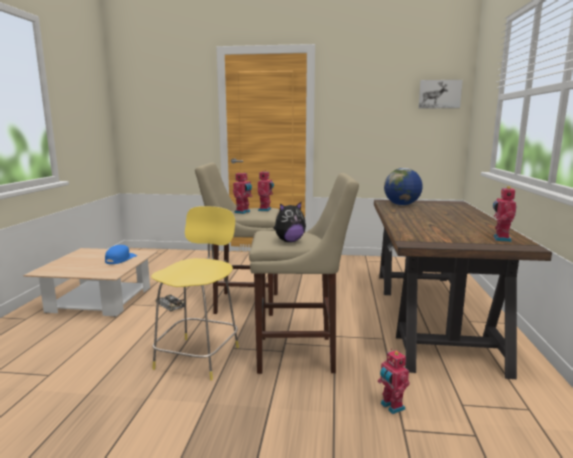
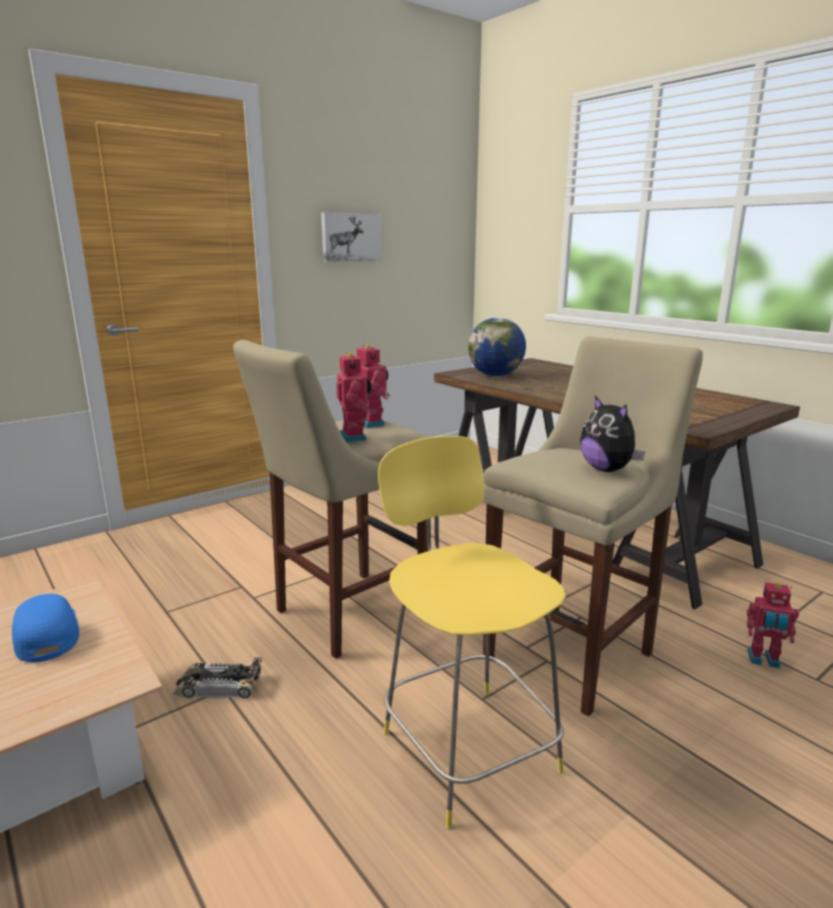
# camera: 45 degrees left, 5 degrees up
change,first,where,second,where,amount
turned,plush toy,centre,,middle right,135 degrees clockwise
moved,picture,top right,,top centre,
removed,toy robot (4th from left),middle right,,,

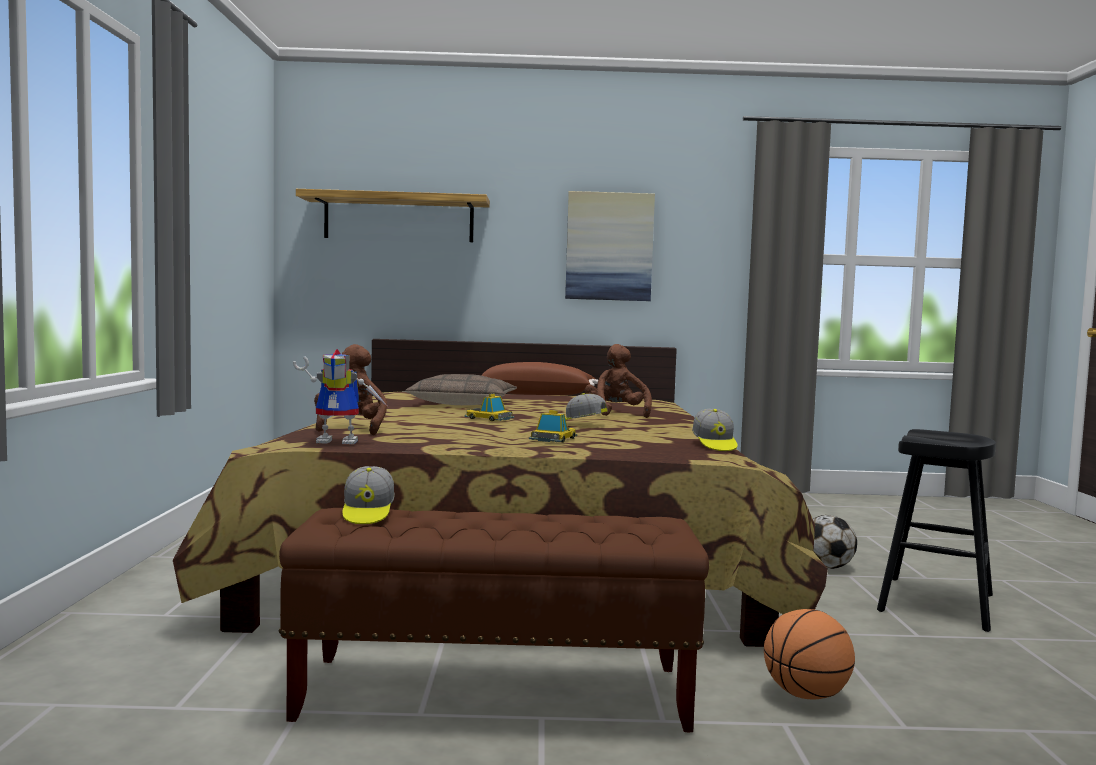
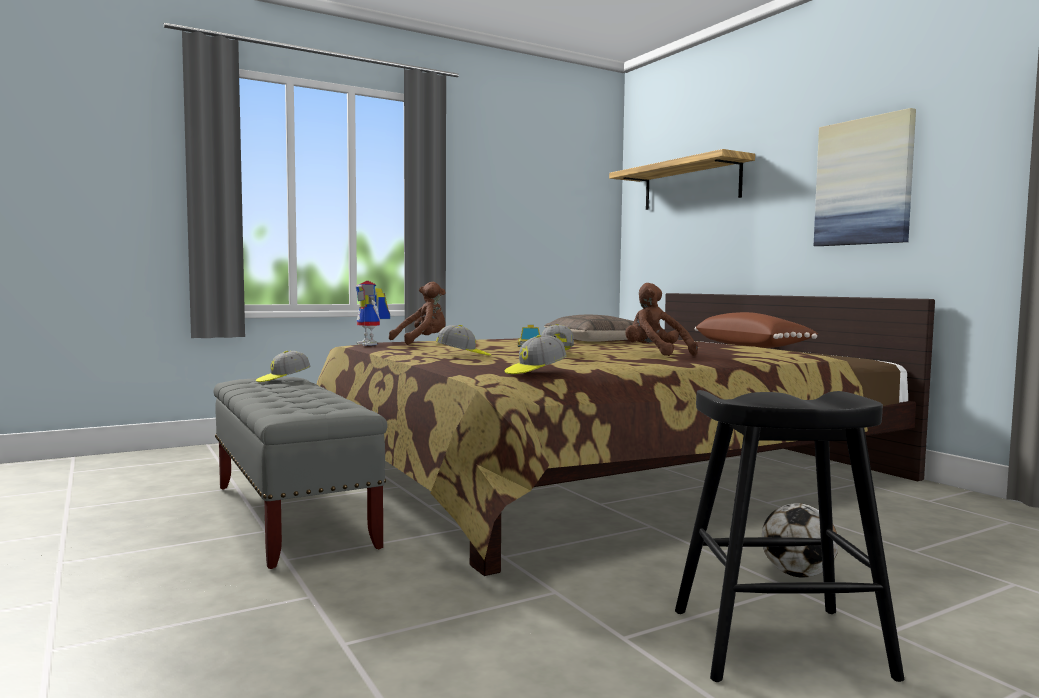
# camera: 60 degrees right, 0 degrees up
change,first,where,second,where,amount
recoloured,brown bench,bottom centre,grey bench,bottom left,
replaced,toy car (2nd from left),centre,cap (2nd from left),centre,
turned,brown plush toy (2nd from left),centre,,centre,90 degrees counterclockwise
removed,basketball,bottom right,,,

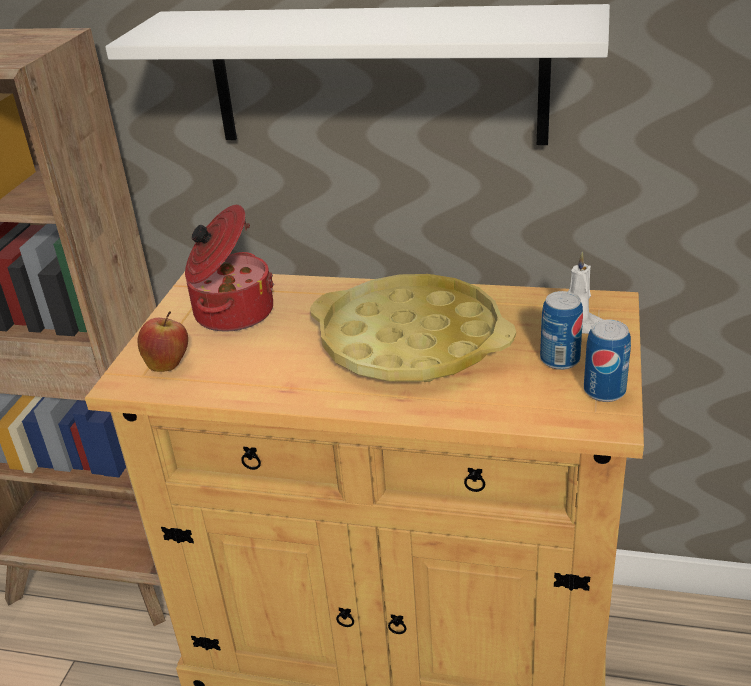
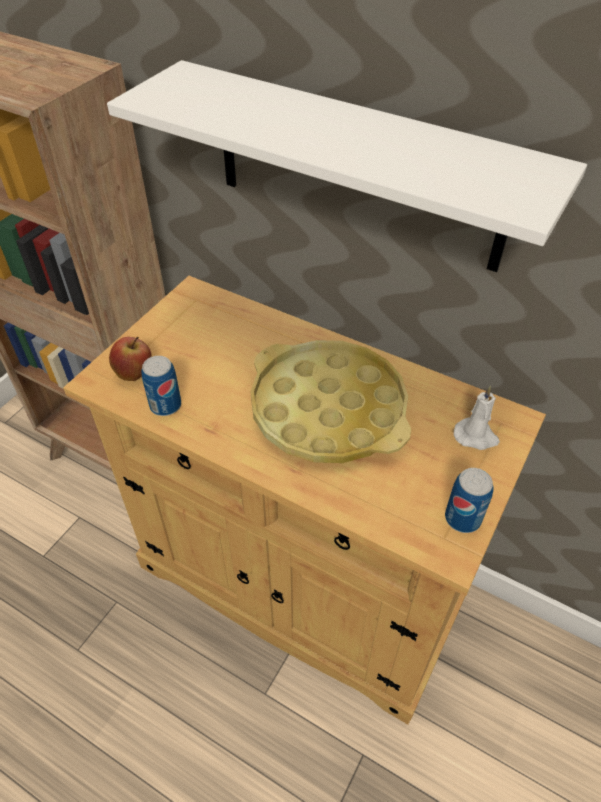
# camera: 15 degrees right, 15 degrees up
change,first,where,second,where,amount
removed,cooking pot,middle left,,,
moved,can (1st from left),middle right,,middle left,

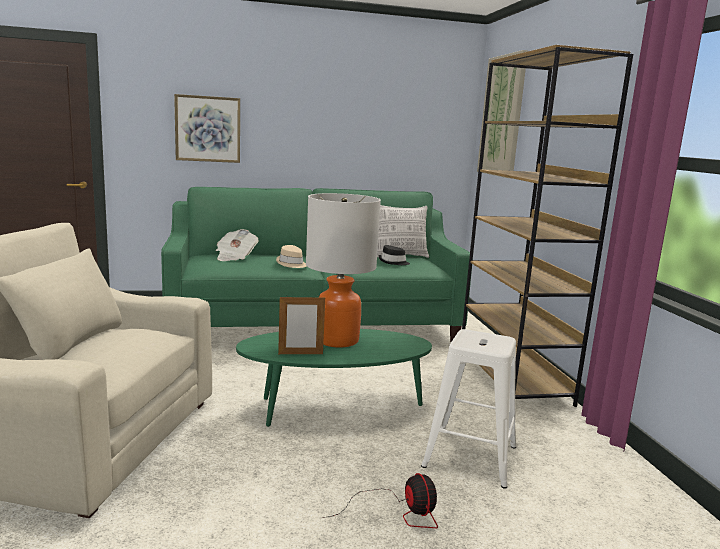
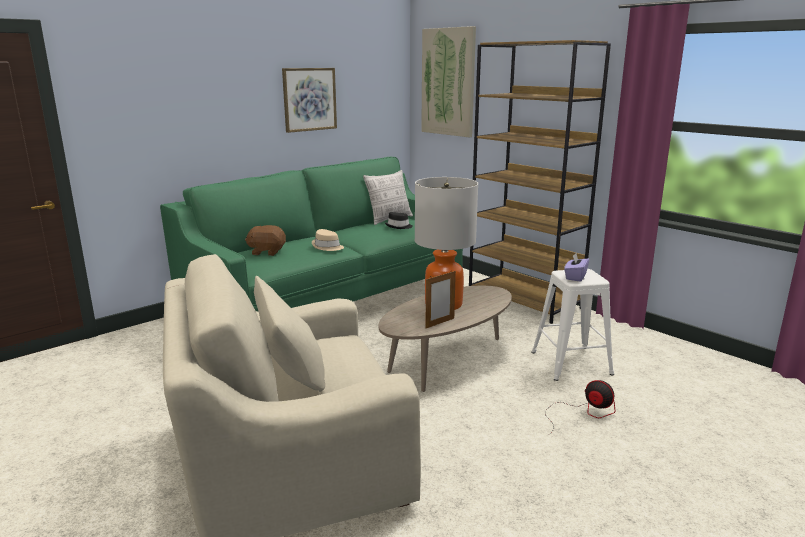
# camera: 30 degrees left, 5 degrees up
change,first,where,second,where,amount
moved,picture (1st from left),top left,,top centre,
replaced,newspaper,middle left,brown plush toy,middle left,
recoloured,green coffee table,bottom centre,beige coffee table,centre,
added,,,purple tissue box,middle right,

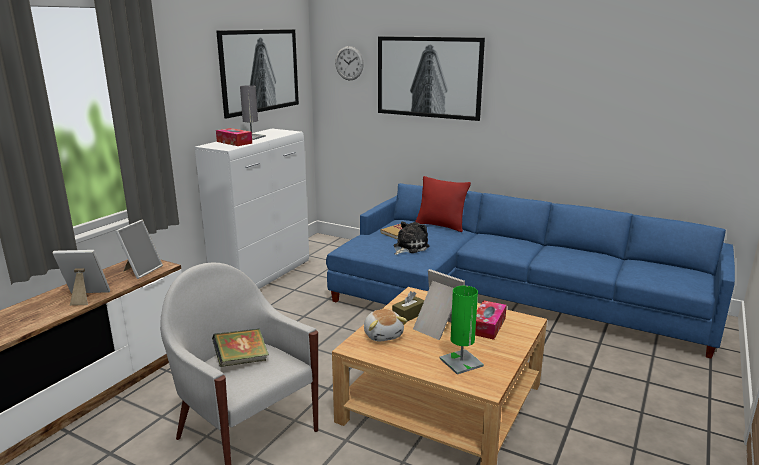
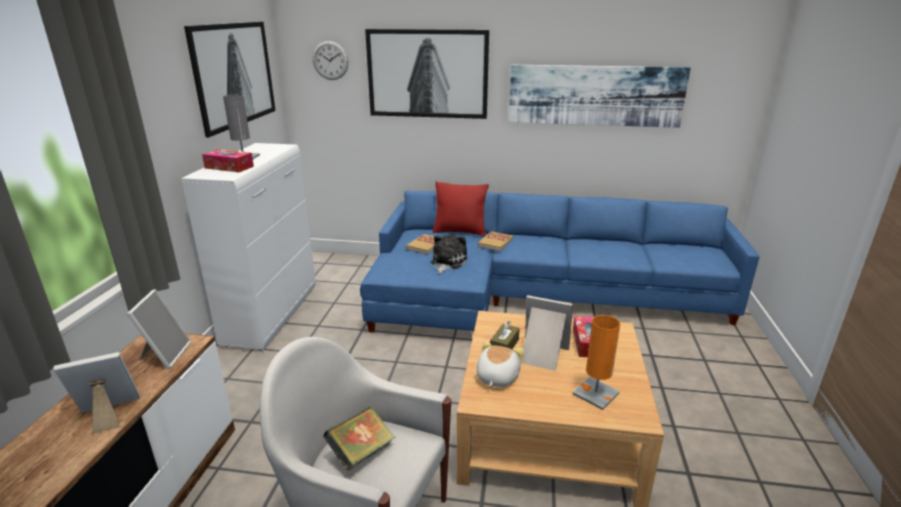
# camera: 20 degrees left, 5 degrees up
change,first,where,second,where,amount
turned,plush toy (1st from left in the first image),bottom centre,plush toy (2nd from left),bottom centre,120 degrees counterclockwise
recoloured,green table lamp,bottom centre,orange table lamp,bottom centre,
added,,,book (3rd from left),centre,
added,,,picture (3rd from left),top centre,

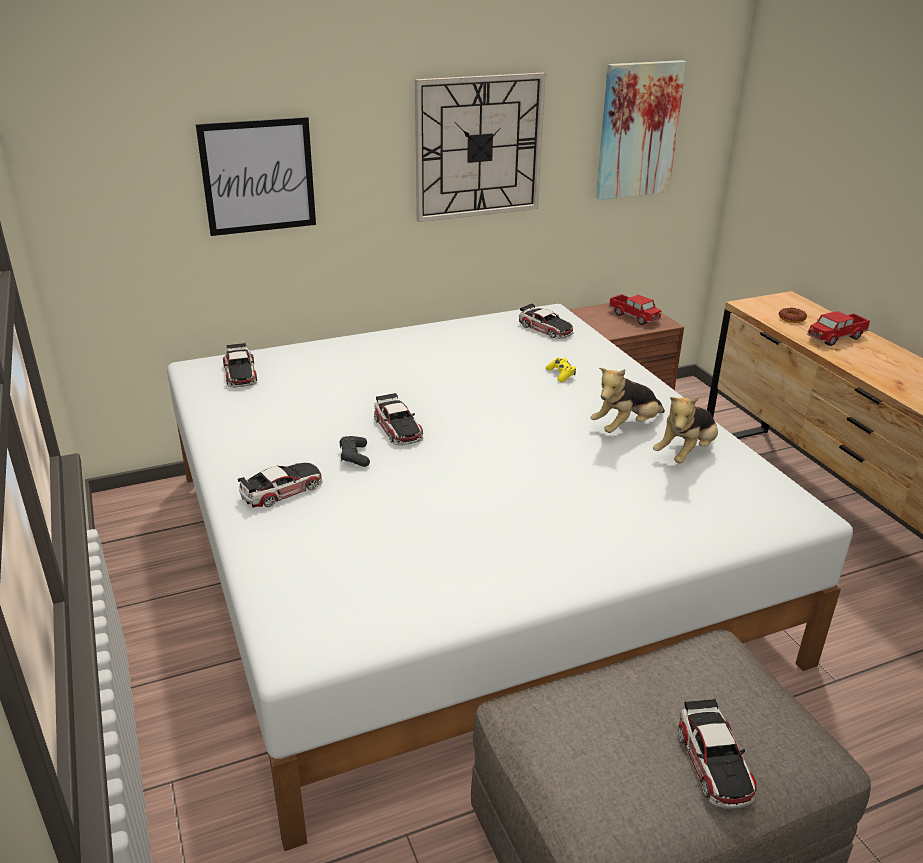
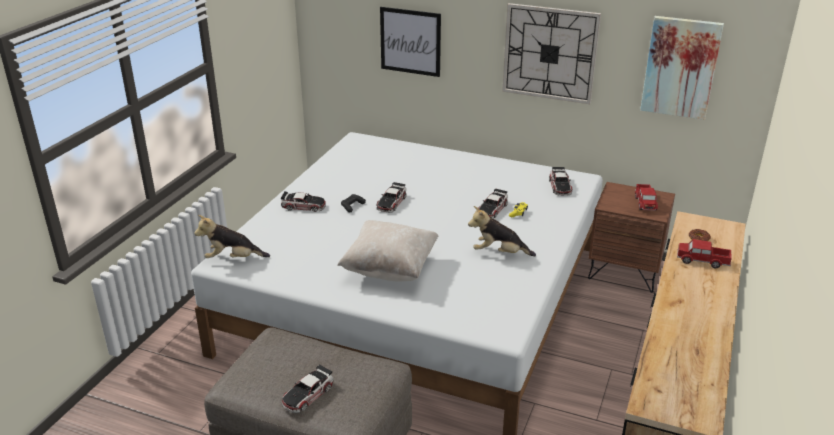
# camera: 45 degrees right, 0 degrees up
change,first,where,second,where,amount
moved,toy car (1st from left in the first image),middle left,toy car (4th from left),centre,
moved,plush toy (2nd from left in the first image),middle right,plush toy (1st from left),middle left,
added,,,beige pillow,centre,

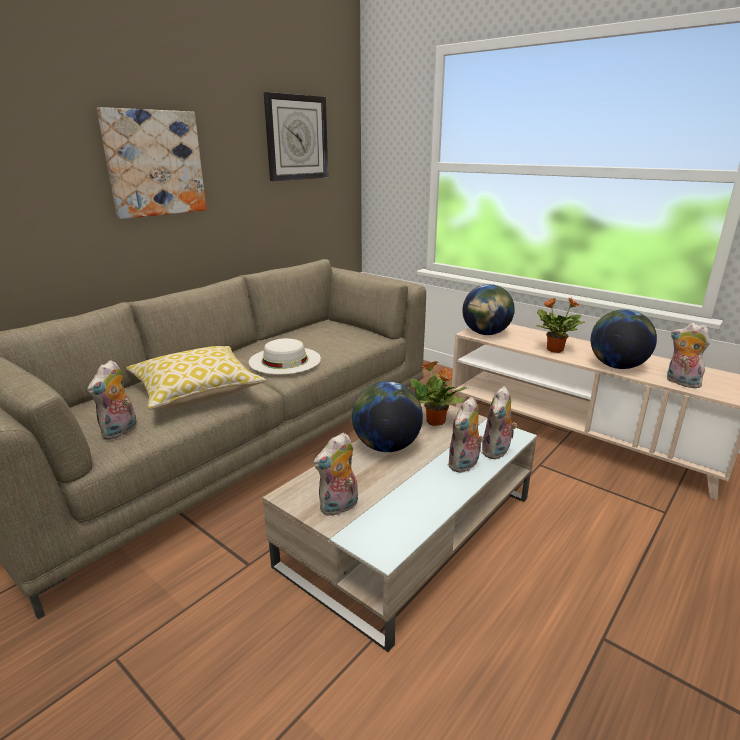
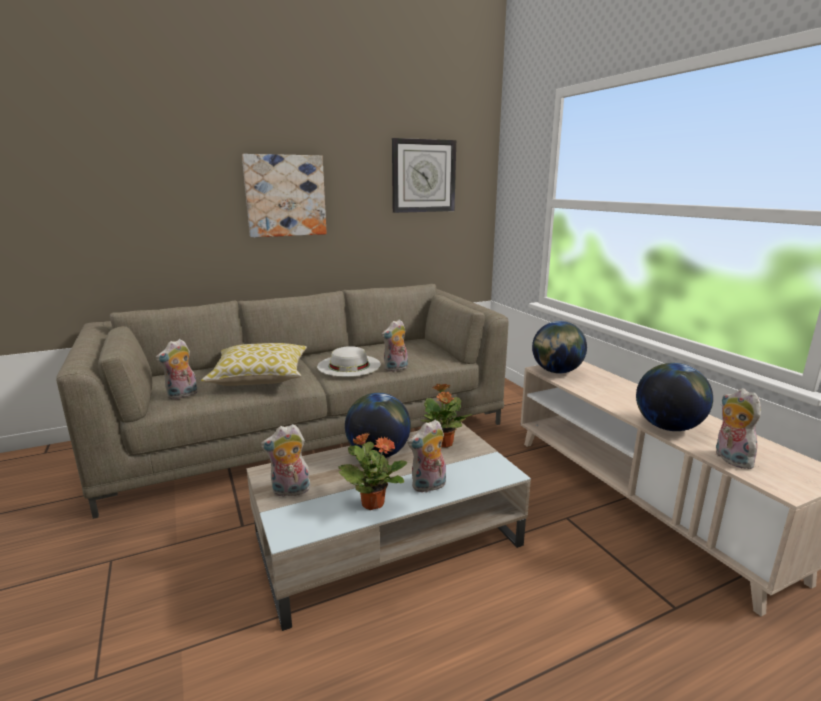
# camera: 25 degrees right, 5 degrees down
change,first,where,second,where,amount
moved,plush toy (4th from left in the first image),middle right,plush toy (3rd from left),centre,
moved,potted plant (2nd from left in the first image),middle right,potted plant (1st from left),bottom centre,

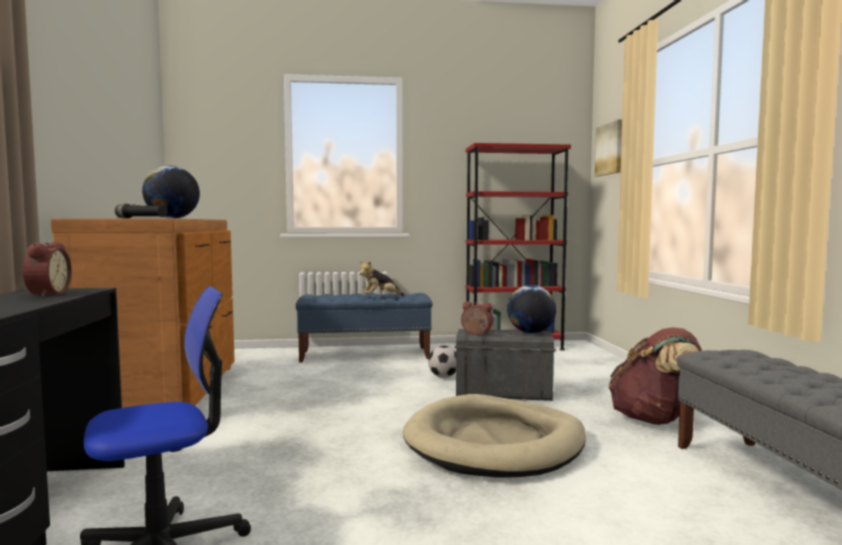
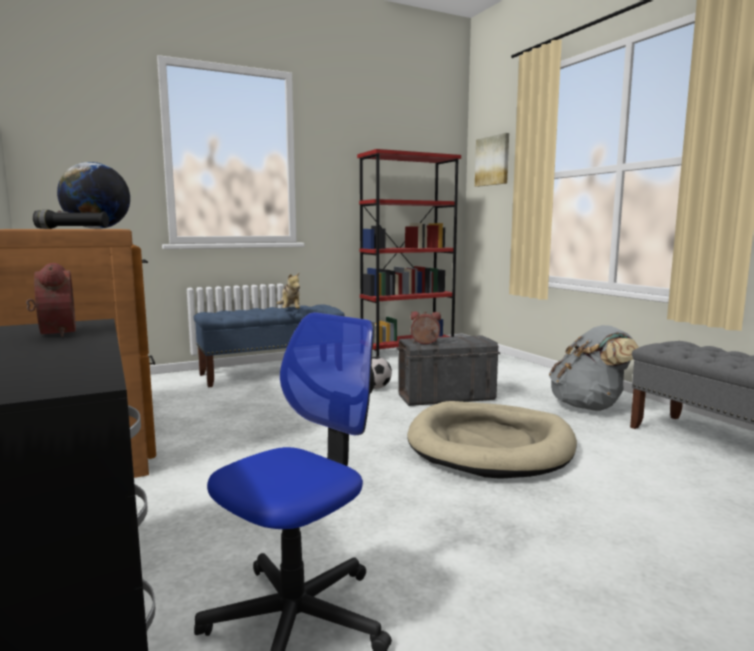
# camera: 20 degrees left, 5 degrees up
change,first,where,second,where,amount
turned,plush toy,centre,,centre,60 degrees counterclockwise
removed,globe (2nd from left),centre,,,
recoloured,brown backpack,bottom right,grey backpack,middle right,

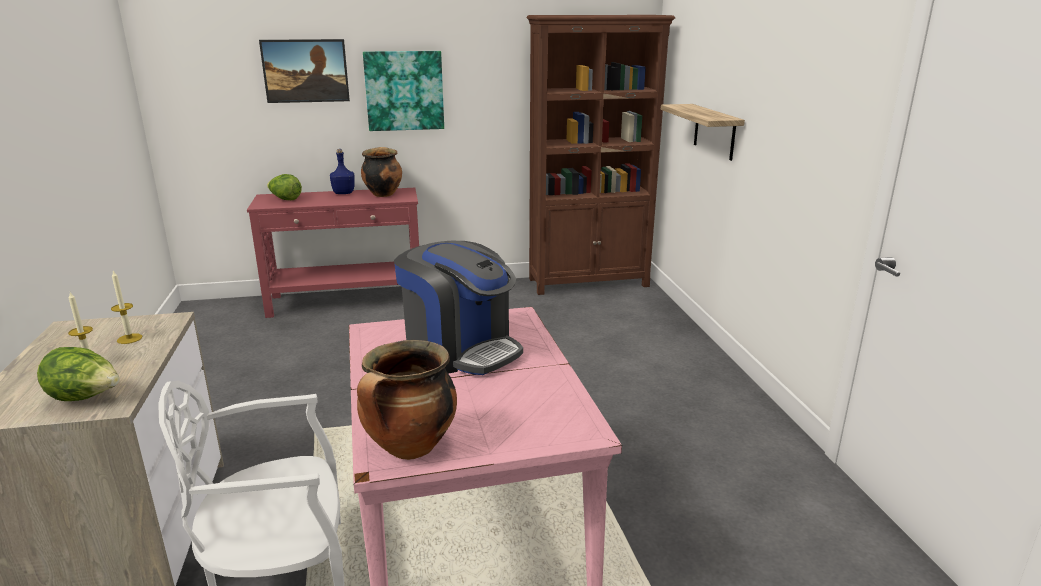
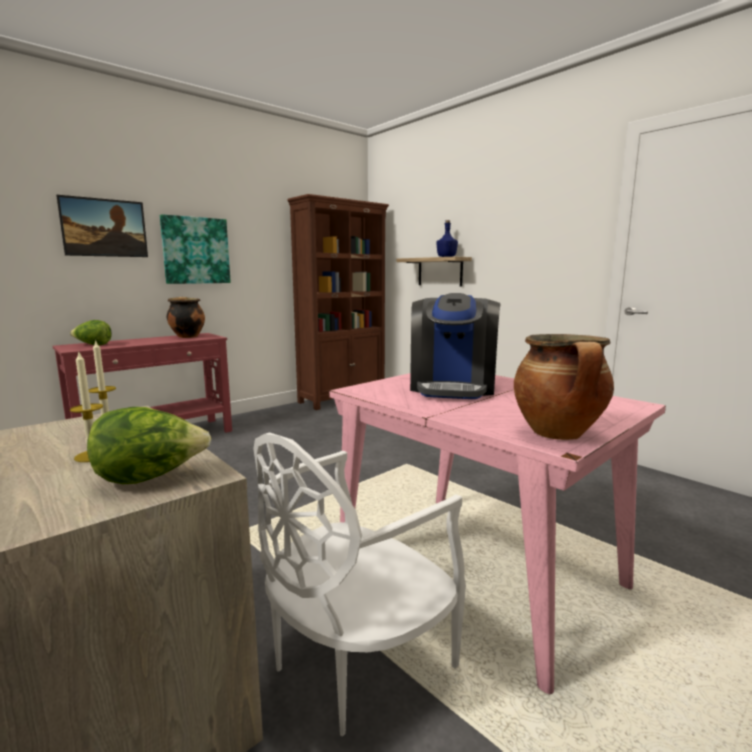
# camera: 30 degrees left, 10 degrees down
change,first,where,second,where,amount
moved,blue bottle,top left,,top centre,
turned,coffee machine,centre,,centre,90 degrees clockwise

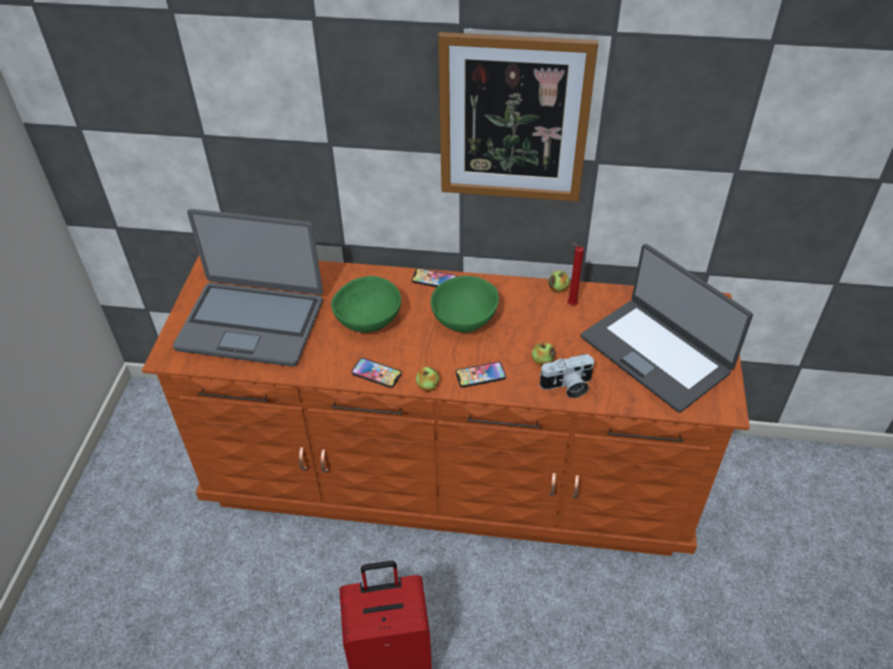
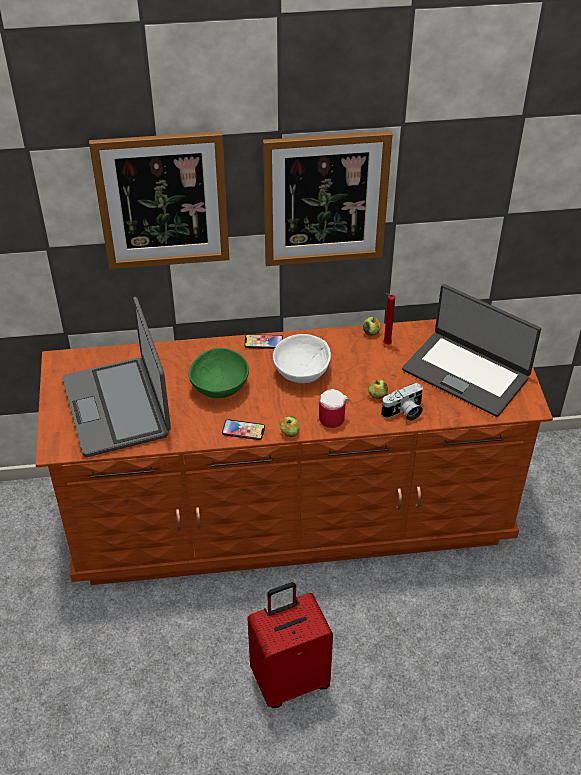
# camera: 15 degrees left, 0 degrees up
change,first,where,second,where,amount
turned,laptop (1st from left),middle left,,middle left,75 degrees clockwise
recoloured,green bowl (2nd from left),centre,white bowl,centre,
replaced,phone (3rd from left),centre,mug,centre,
added,,,picture (1st from left),top left,

